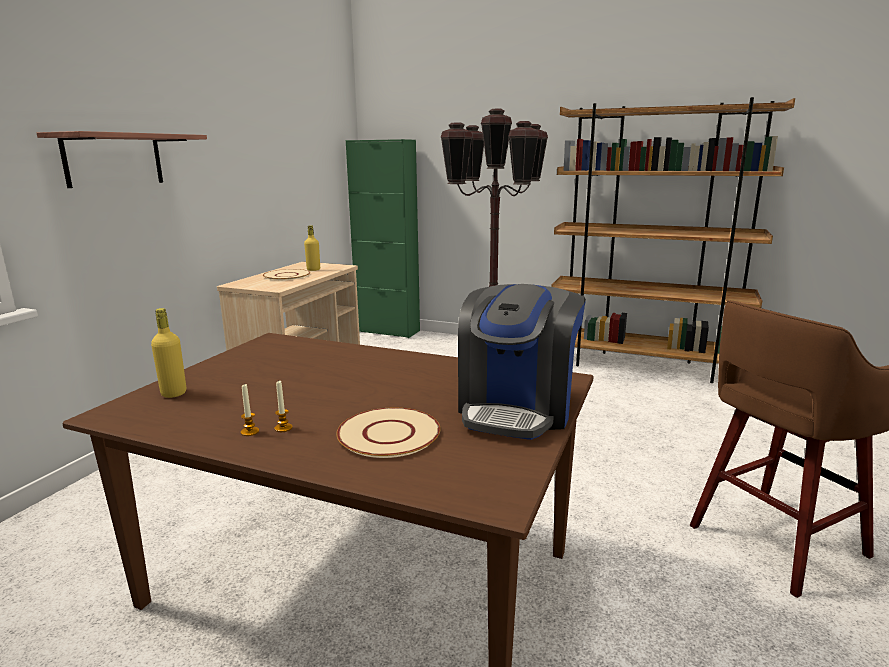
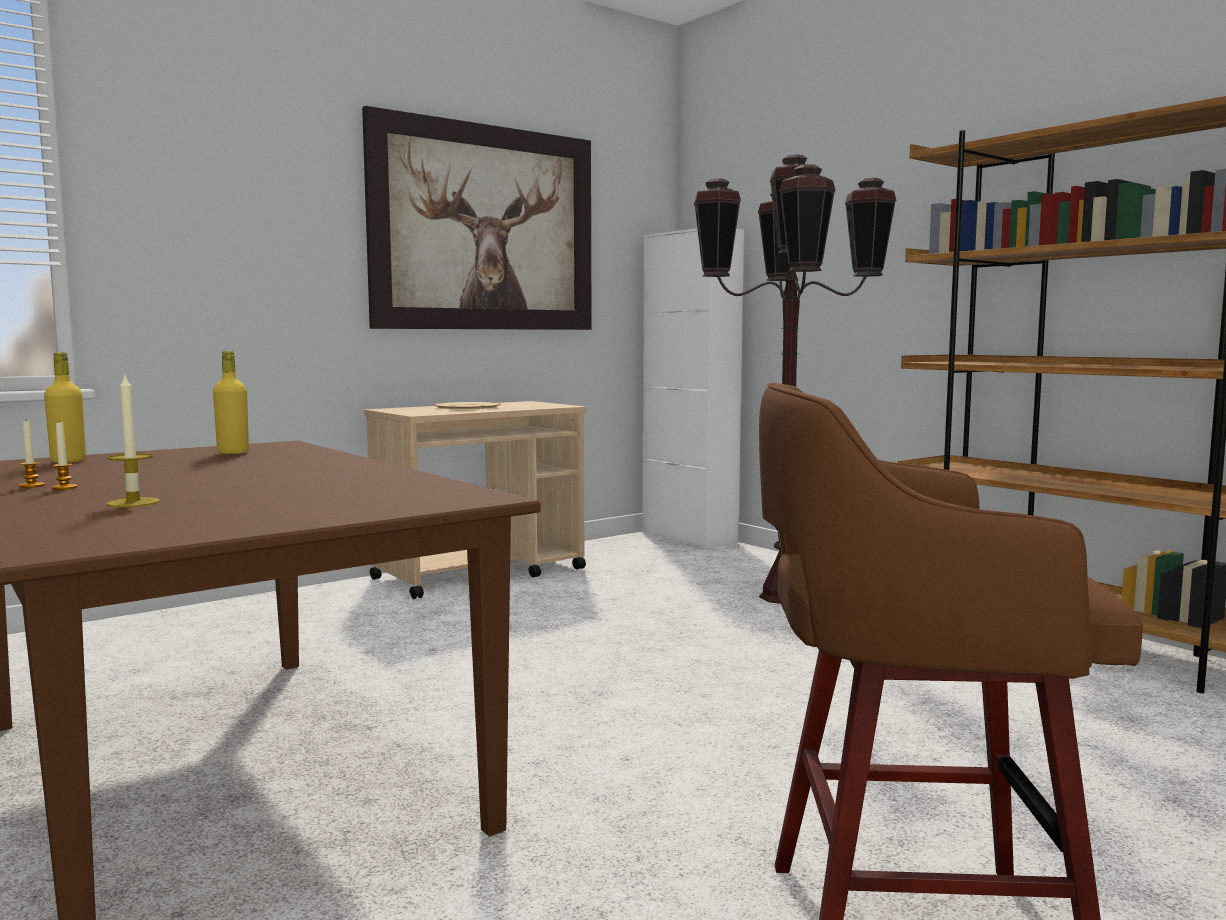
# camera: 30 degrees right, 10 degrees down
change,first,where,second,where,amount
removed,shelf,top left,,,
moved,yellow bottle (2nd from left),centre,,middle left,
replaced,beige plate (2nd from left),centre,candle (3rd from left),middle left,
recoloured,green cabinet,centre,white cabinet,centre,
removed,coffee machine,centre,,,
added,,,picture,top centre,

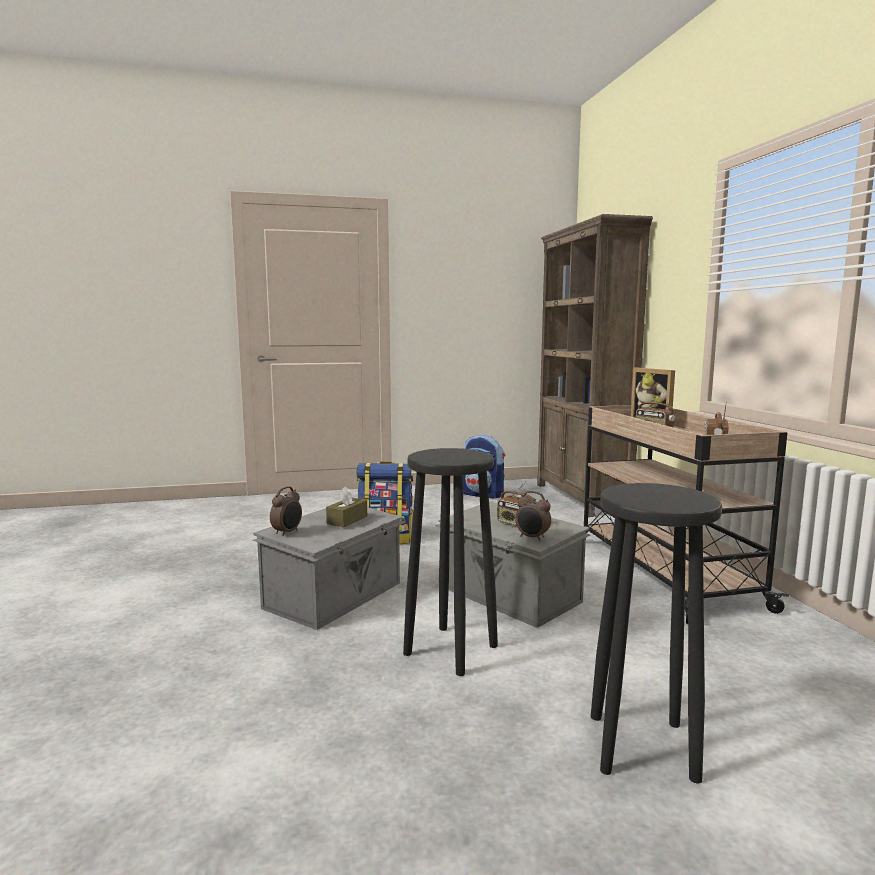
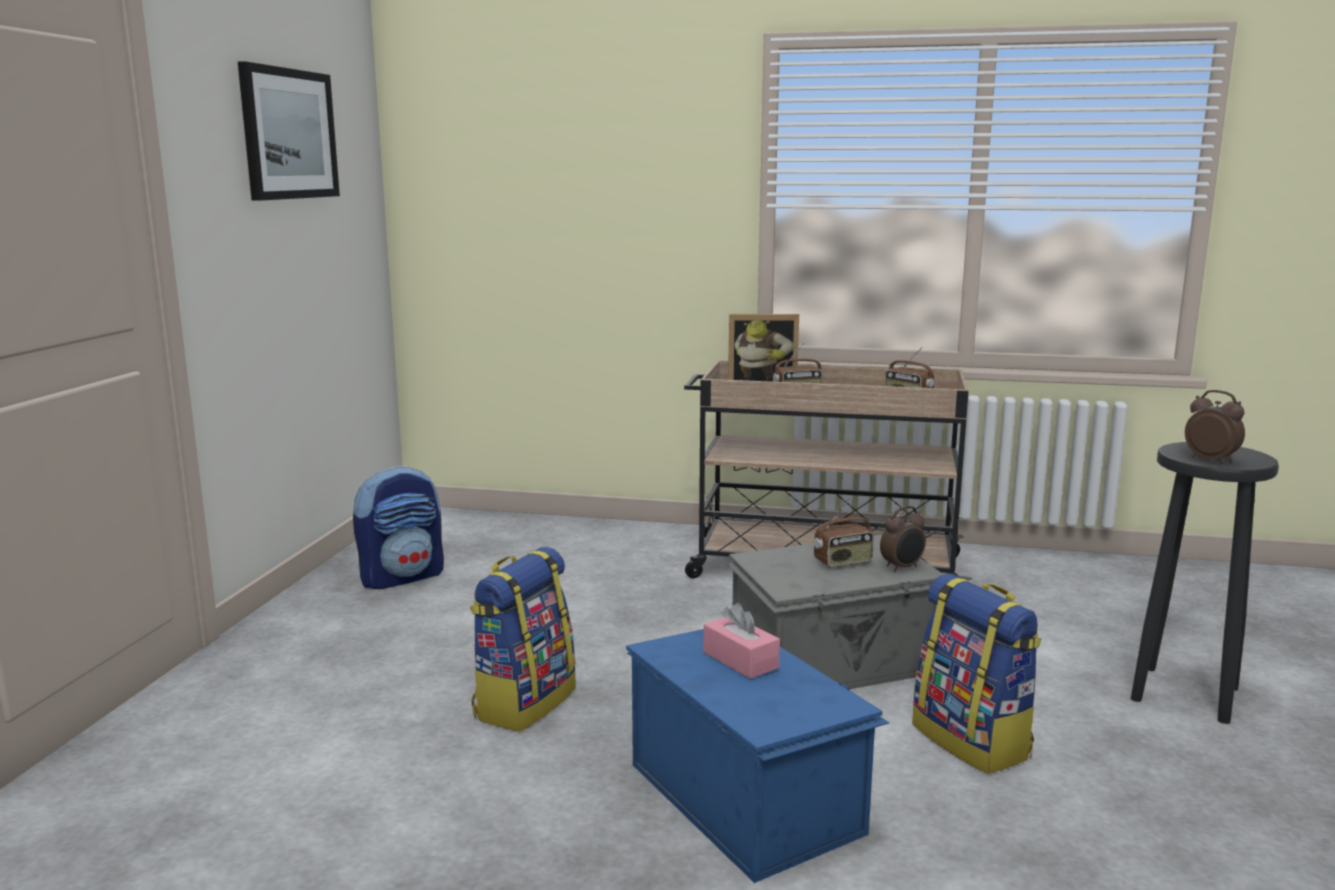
# camera: 65 degrees left, 5 degrees up
change,first,where,second,where,amount
recoloured,grey storage box (1st from left),centre,blue storage box,bottom centre,
moved,alarm clock (1st from left in the first image),middle left,alarm clock (2nd from left),middle right,
recoloured,brown tissue box,centre,pink tissue box,bottom centre,
replaced,black stool (1st from left),centre,backpack (3rd from left),bottom right,
removed,brown bookcase,middle right,,,
added,,,picture,top left,

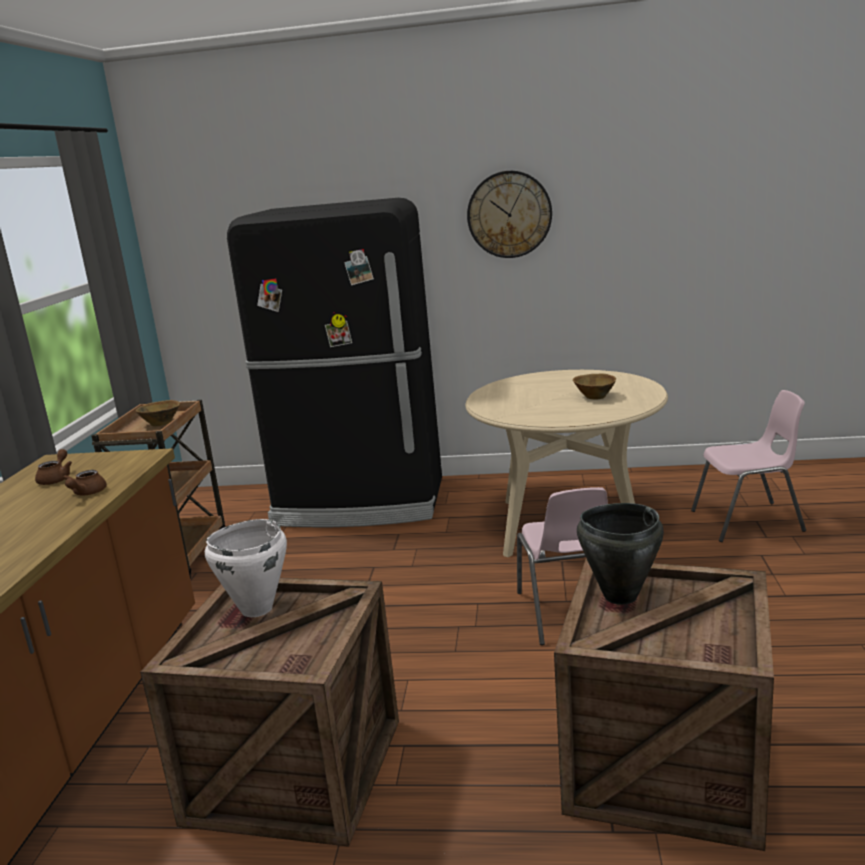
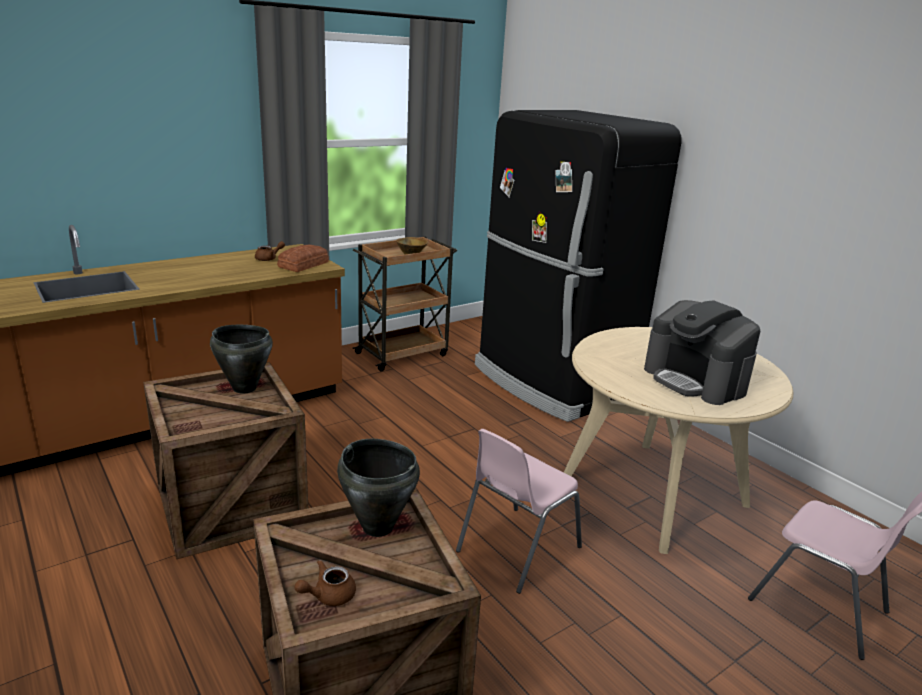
# camera: 45 degrees right, 5 degrees up
change,first,where,second,where,amount
moved,brown teapot (2nd from left),middle left,,bottom centre,
recoloured,white cooking pot,middle left,black cooking pot (1st from left),middle left,
removed,wall clock,top centre,,,
replaced,brown bowl (2nd from left),middle right,coffee machine,middle right,
added,,,bread,middle left,

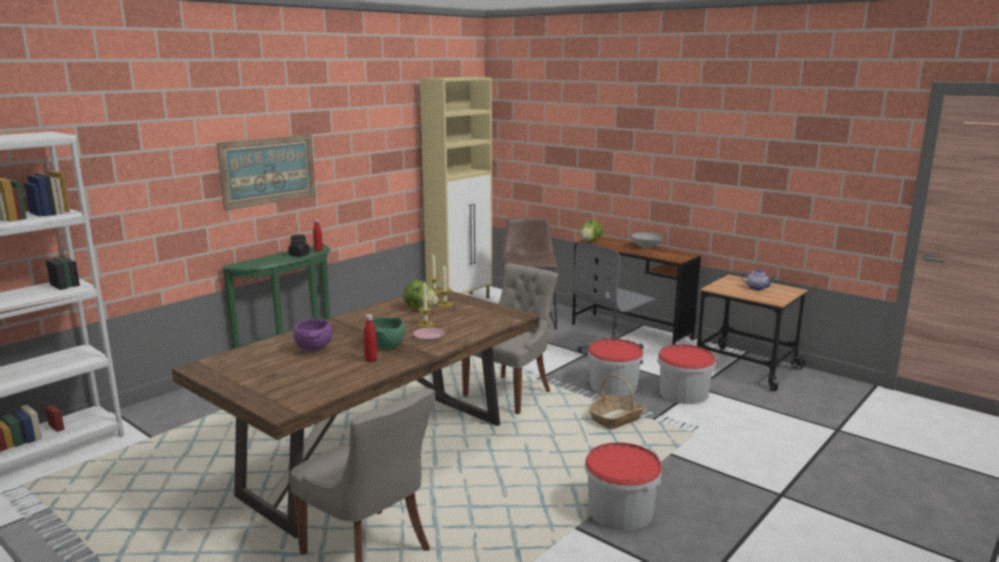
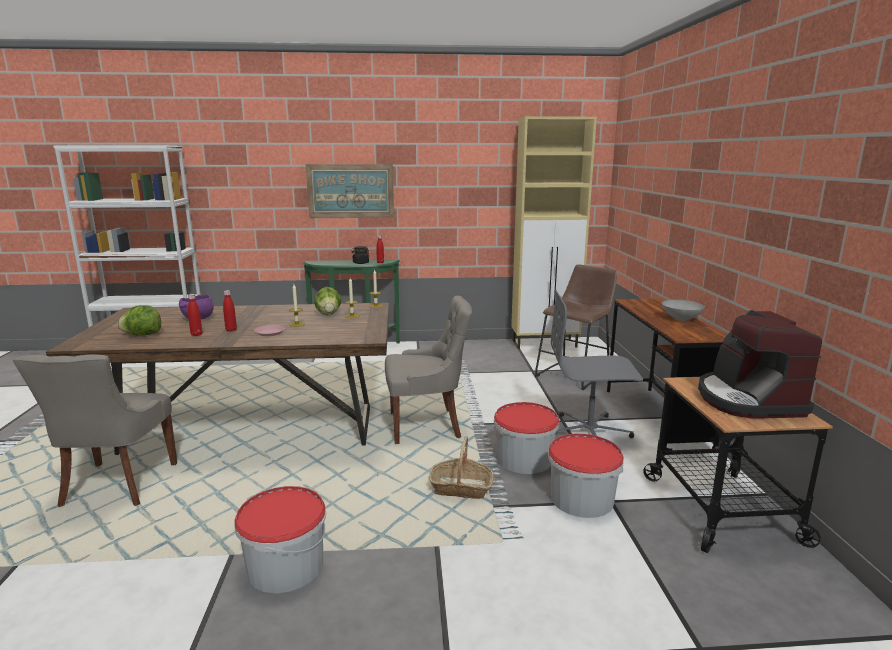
# camera: 45 degrees right, 0 degrees up
change,first,where,second,where,amount
replaced,green bowl,centre,red bottle (2nd from left),middle left,
moved,lettuce (2nd from left in the first image),centre,lettuce (1st from left),middle left,
replaced,teapot,middle right,coffee machine,middle right,

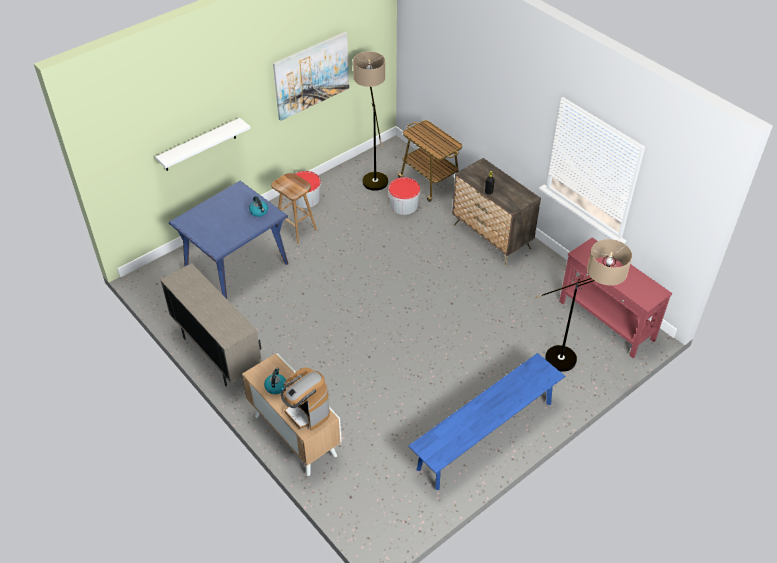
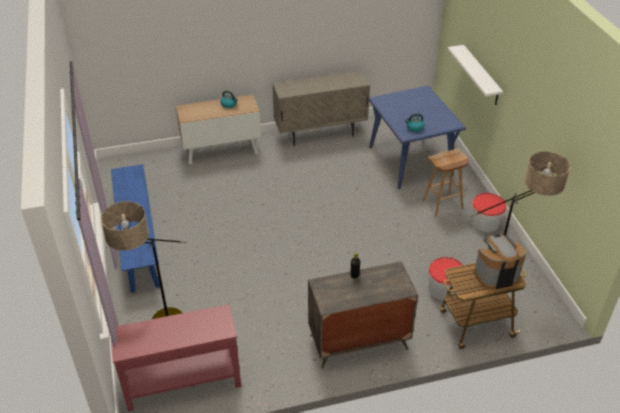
# camera: 115 degrees right, 5 degrees down
change,first,where,second,where,amount
removed,picture,top centre,,,
moved,coffee machine,bottom centre,,middle right,

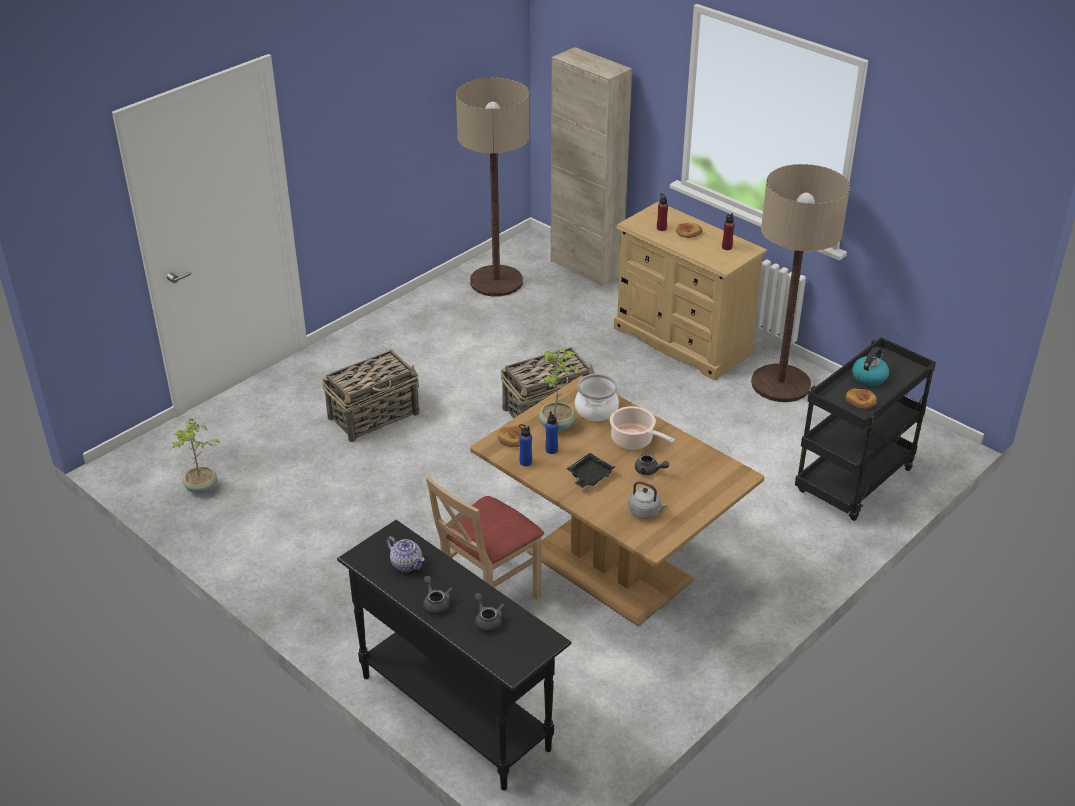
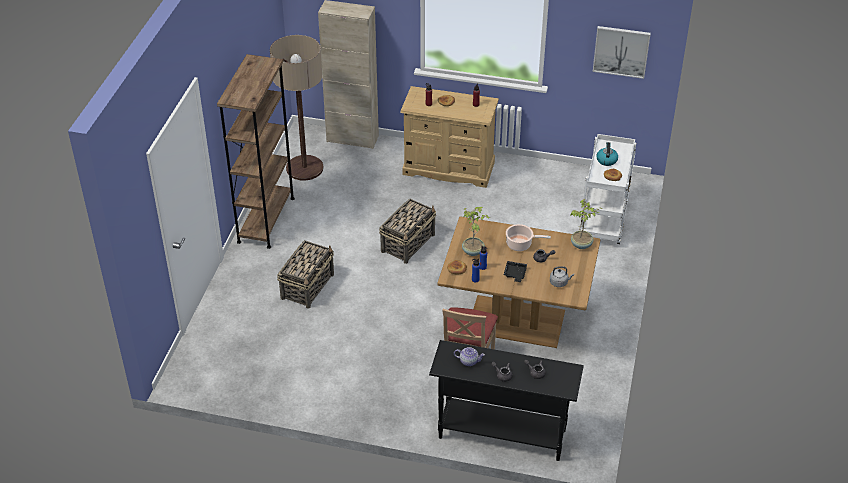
# camera: 30 degrees left, 5 degrees up
change,first,where,second,where,amount
moved,potted plant (1st from left in the first image),middle left,potted plant (2nd from left),middle right,
removed,cooking pot (1st from left),centre,,,
removed,floor lamp (2nd from left),middle right,,,
recoloured,black cart,middle right,white cart,middle right,
added,,,brown bookcase,top left,
added,,,picture,top right,

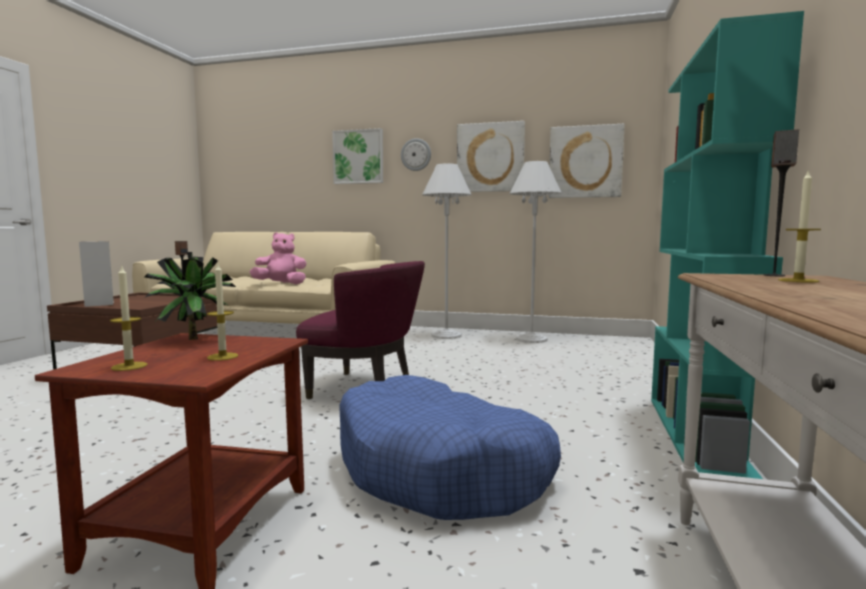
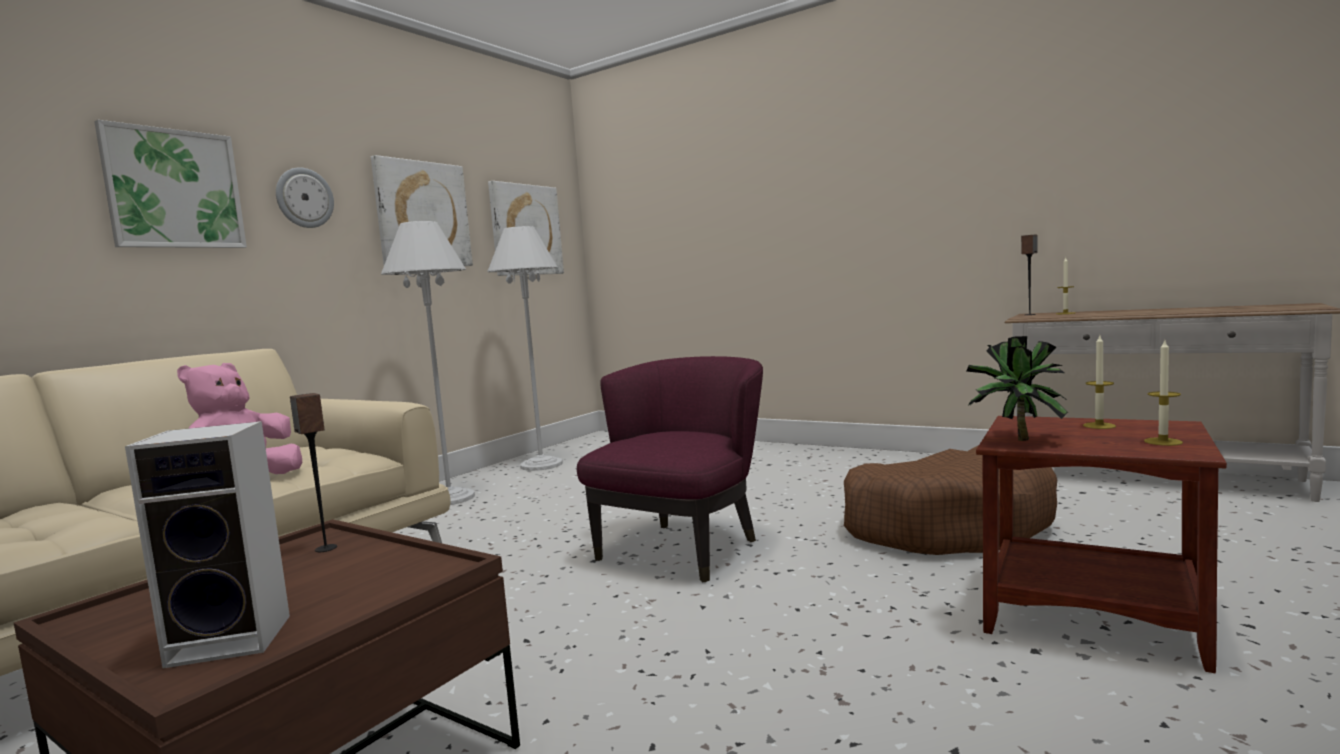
# camera: 70 degrees left, 0 degrees up
change,first,where,second,where,amount
recoloured,blue dog bed,bottom centre,brown dog bed,middle right,
removed,turquoise bookcase,middle right,,,

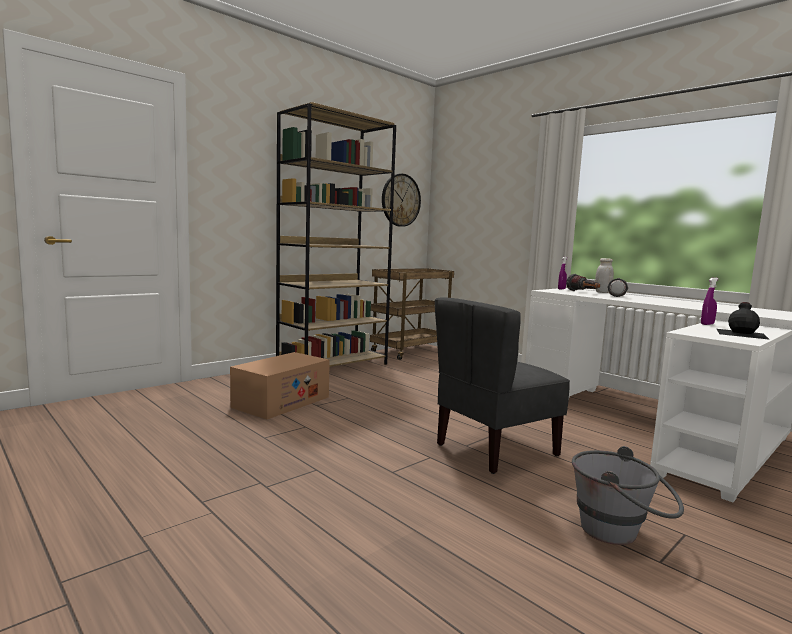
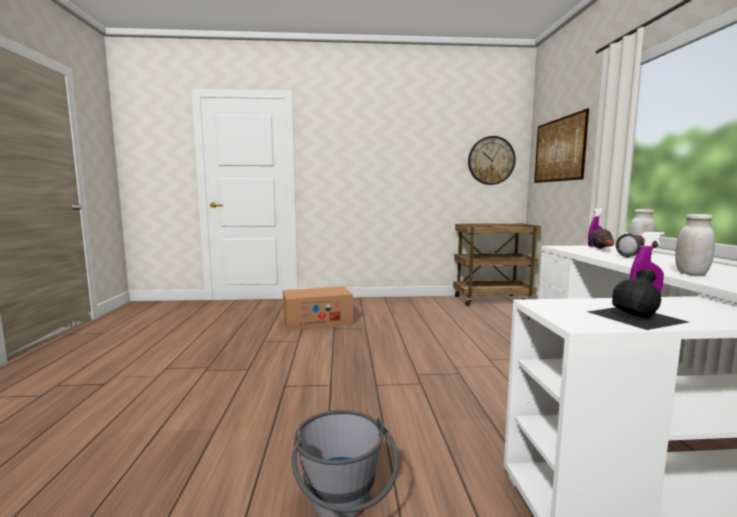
# camera: 40 degrees right, 0 degrees up
change,first,where,second,where,amount
removed,brown bookcase,centre,,,
removed,grey chair,centre,,,
added,,,picture,top right,
added,,,white jar (2nd from left),middle right,

